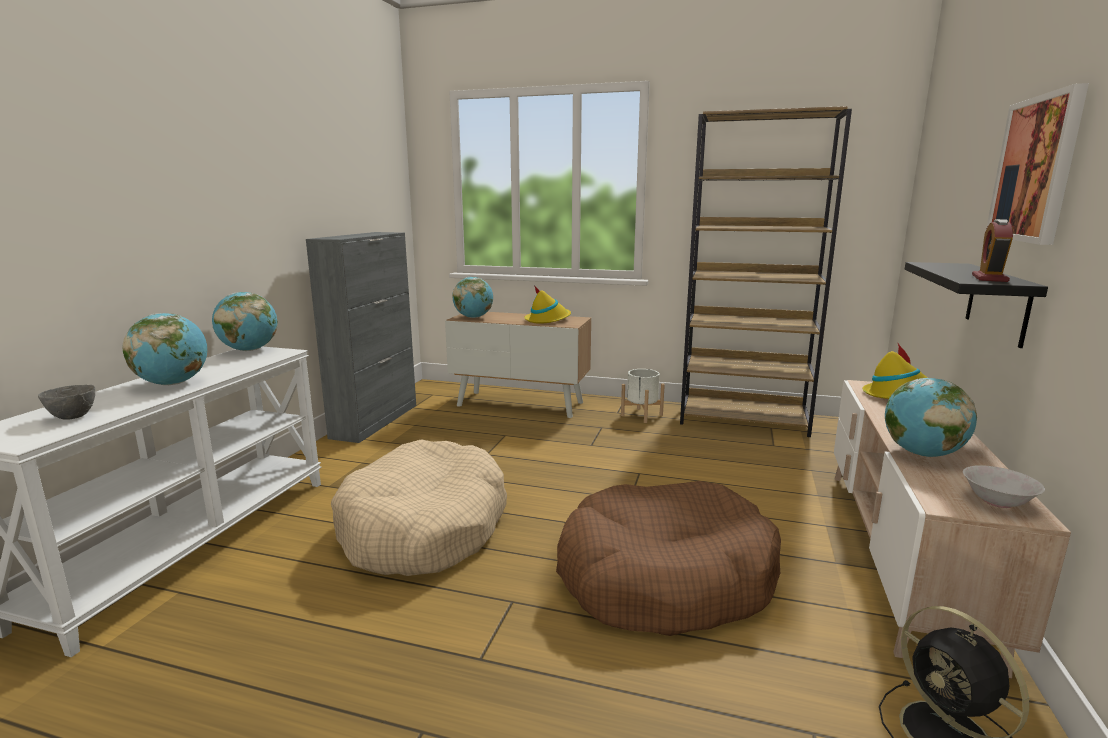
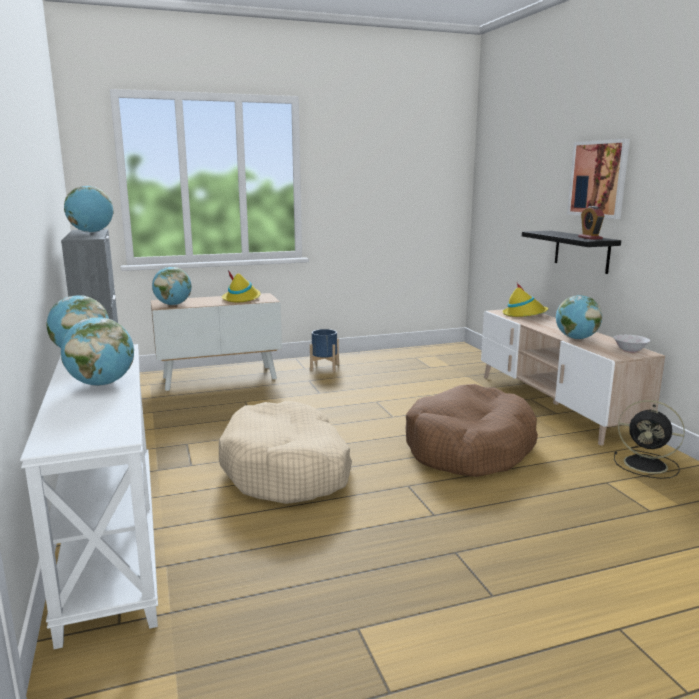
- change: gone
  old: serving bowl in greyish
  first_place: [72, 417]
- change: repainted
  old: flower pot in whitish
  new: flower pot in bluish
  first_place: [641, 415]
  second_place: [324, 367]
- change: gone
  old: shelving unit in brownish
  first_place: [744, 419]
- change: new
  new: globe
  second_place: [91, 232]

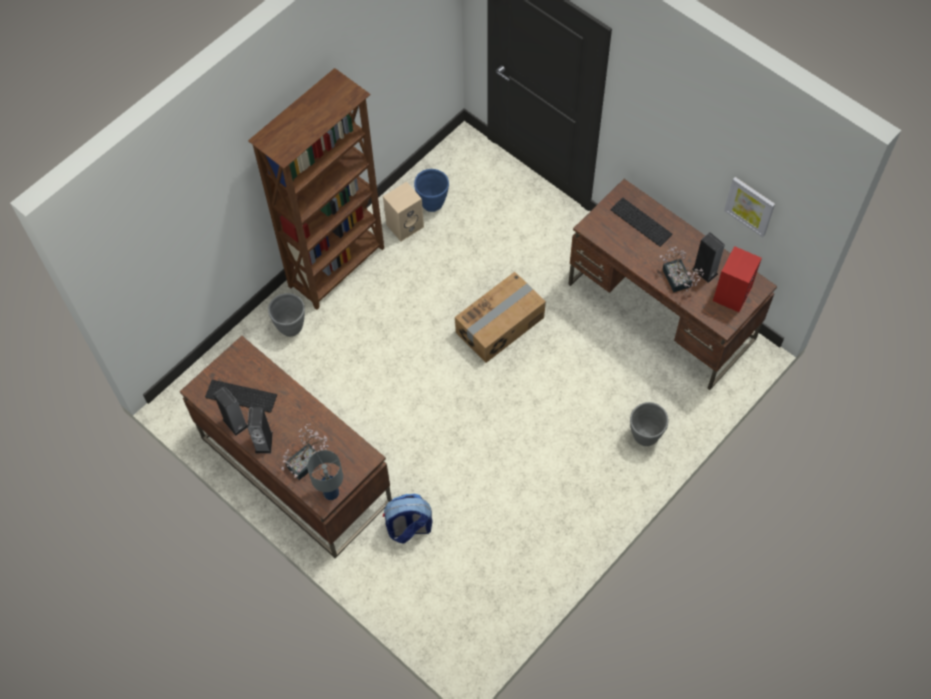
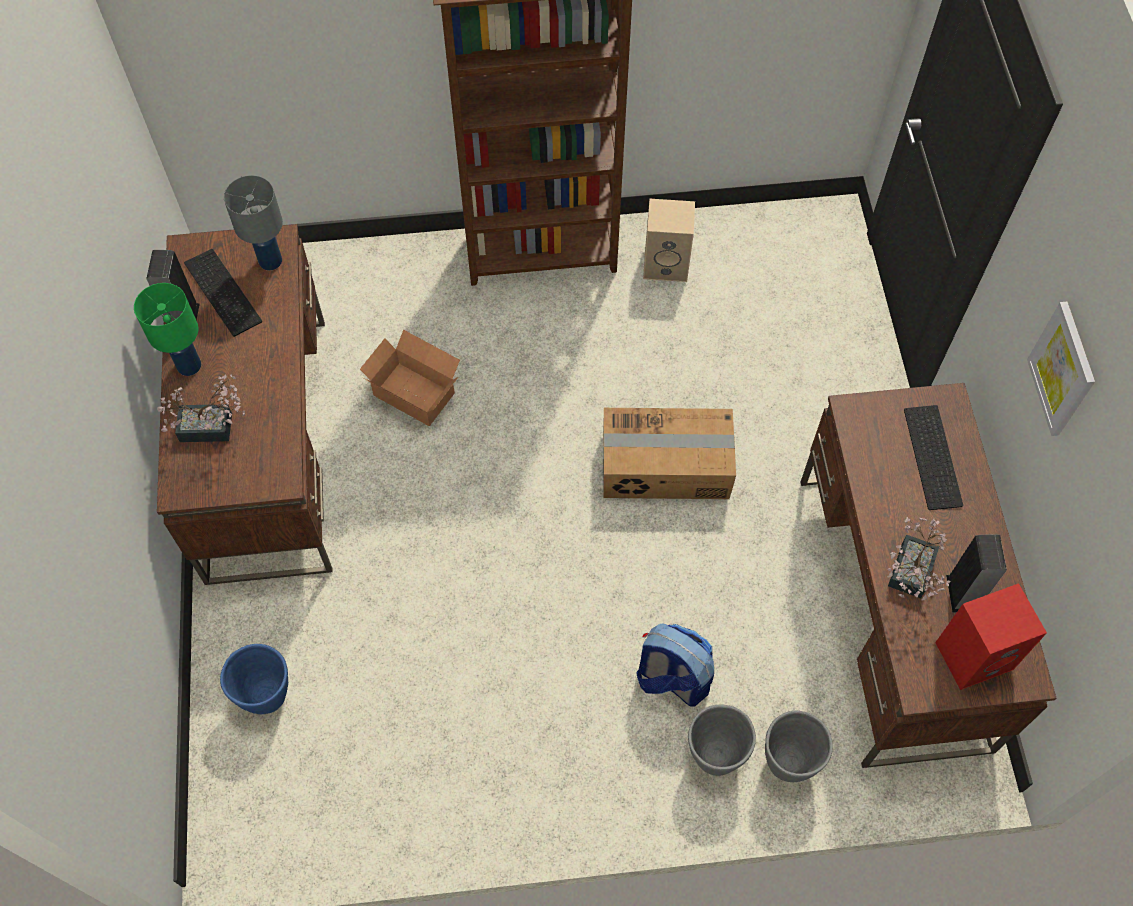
- change: swapped
  old: loudspeaker
  new: table lamp in greenish
  first_place: [264, 442]
  second_place: [190, 365]
- change: shifted
  old: flower pot in greyish
  first_place: [291, 327]
  second_place: [788, 761]
- change: shifted
  old: table lamp in greyish
  first_place: [331, 493]
  second_place: [269, 261]
- change: shifted
  old: backpack
  first_place: [409, 528]
  second_place: [671, 679]
- change: shifted
  old: flower pot in bluish
  first_place: [432, 203]
  second_place: [267, 696]
- change: shifted
  old: wall art
  first_place: [750, 206]
  second_place: [1063, 369]
- change: new
  new: carton
  second_place: [414, 391]

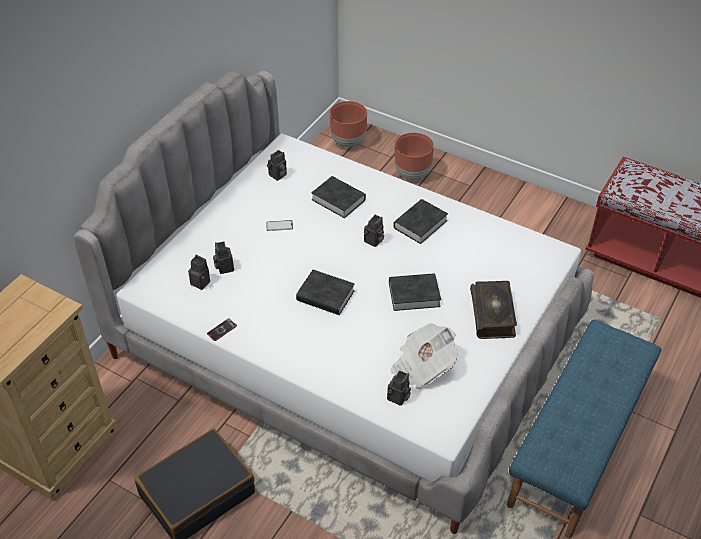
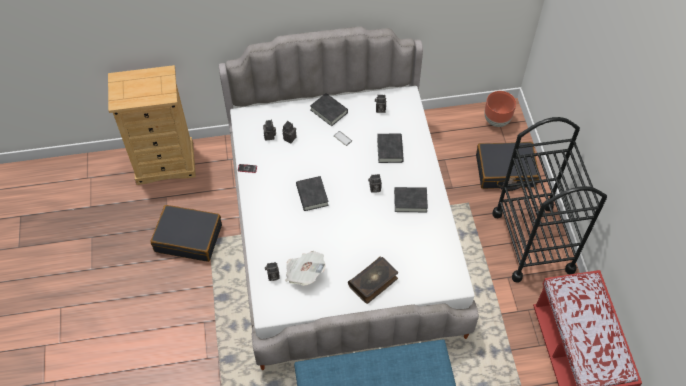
- change: shifted
  old: book in black-coloured
  first_place: [414, 295]
  second_place: [329, 111]
- change: swapped
  old: flower pot in brownish
  new: travel case in black-coloured
  first_place: [412, 174]
  second_place: [505, 171]
- change: new
  new: cart in black-coloured
  second_place: [532, 241]

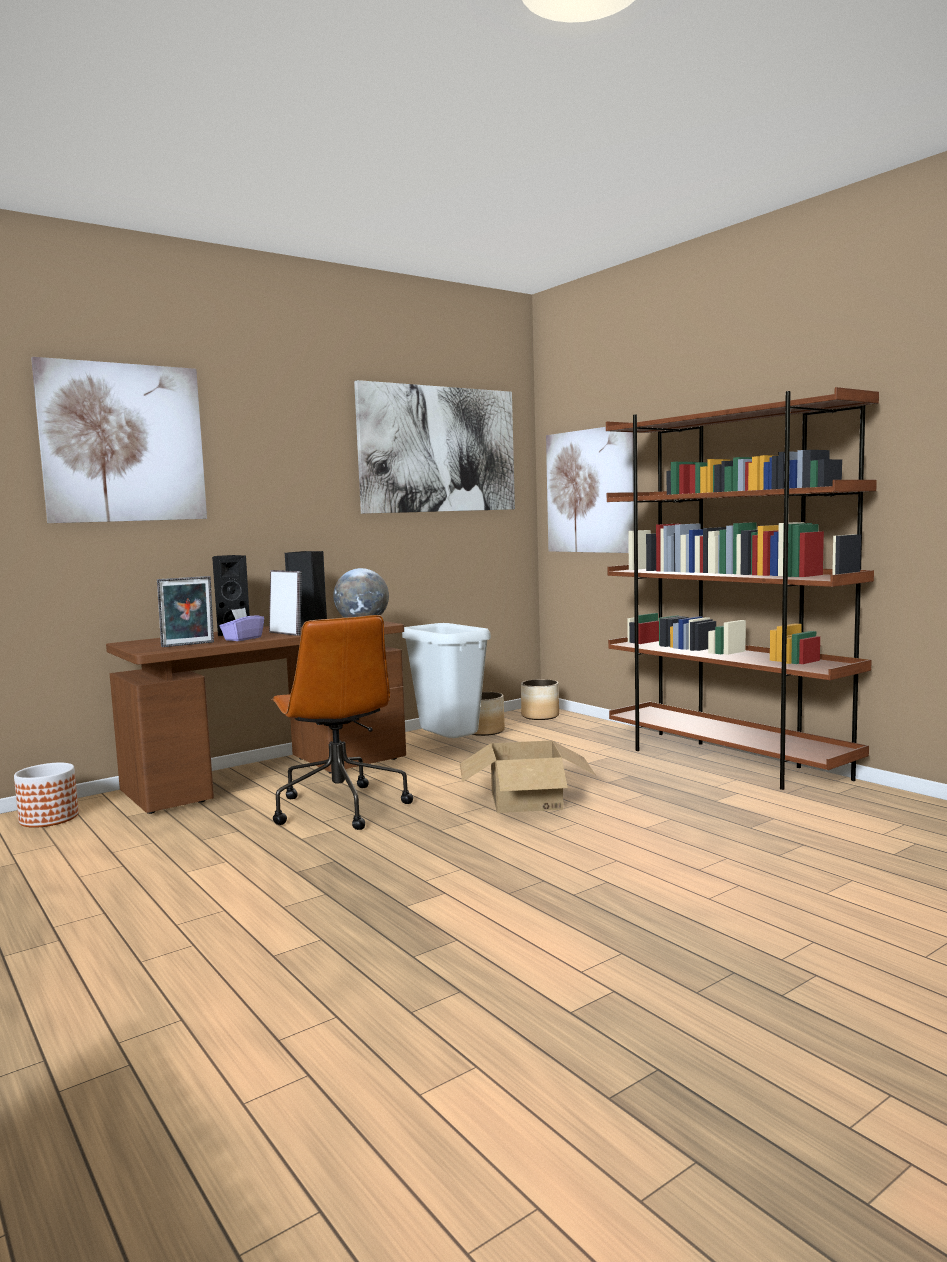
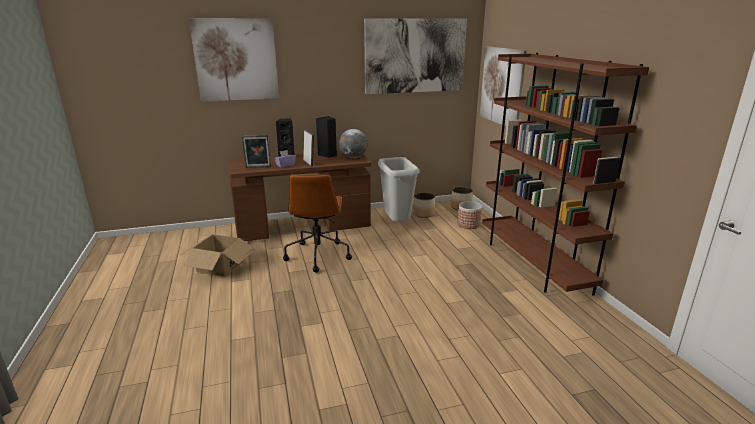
- change: shifted
  old: flower pot
  first_place: [49, 818]
  second_place: [468, 224]
- change: shifted
  old: carton
  first_place: [526, 800]
  second_place: [220, 266]

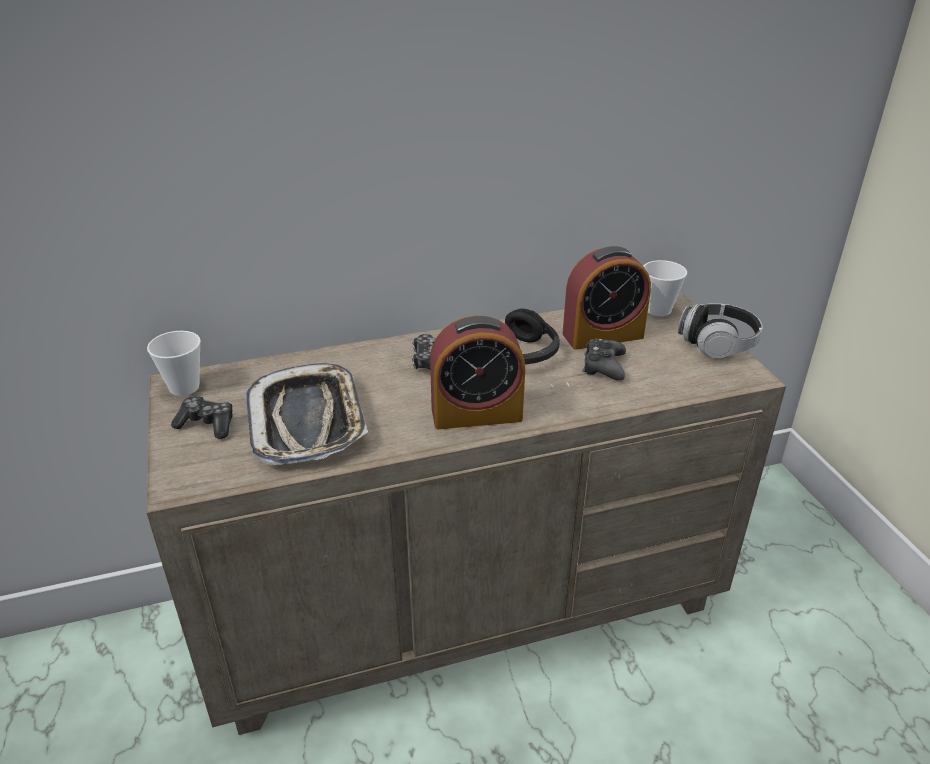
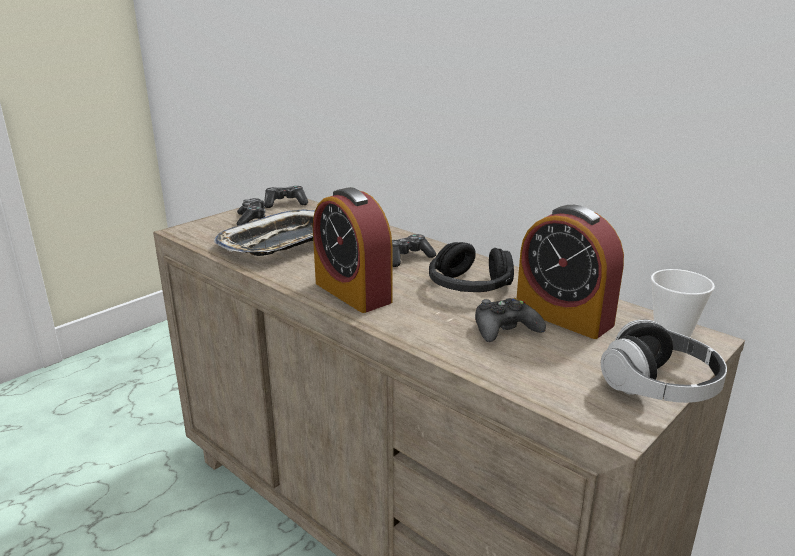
- change: swapped
  old: drinking cup
  new: game controller
  first_place: [184, 387]
  second_place: [285, 203]

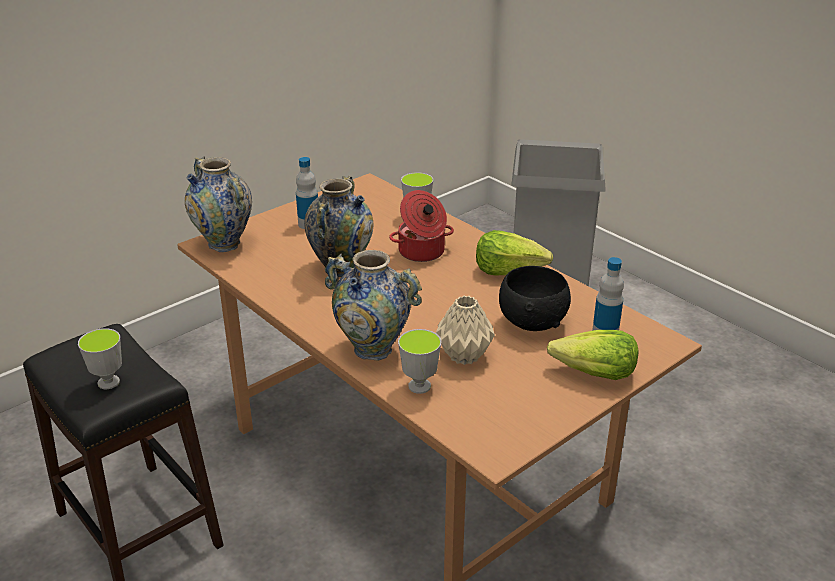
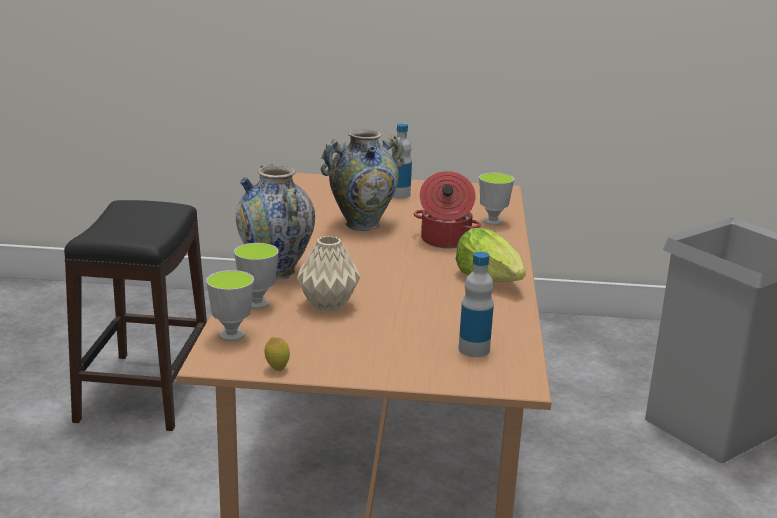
- change: shifted
  old: drinking cup
  first_place: [108, 382]
  second_place: [231, 335]
- change: gone
  old: decorative vase
  first_place: [224, 244]
- change: gone
  old: serving bowl in black-coloured
  first_place: [532, 322]
- change: gone
  old: lettuce head
  first_place: [594, 374]
- change: new
  new: whole lemon
  second_place: [277, 368]

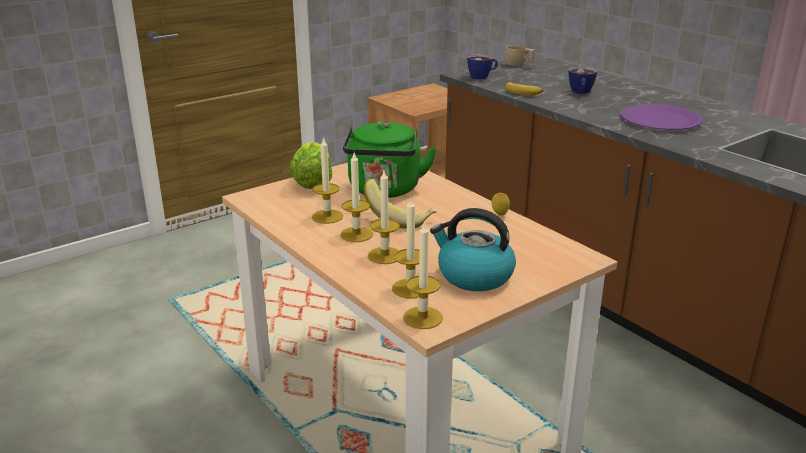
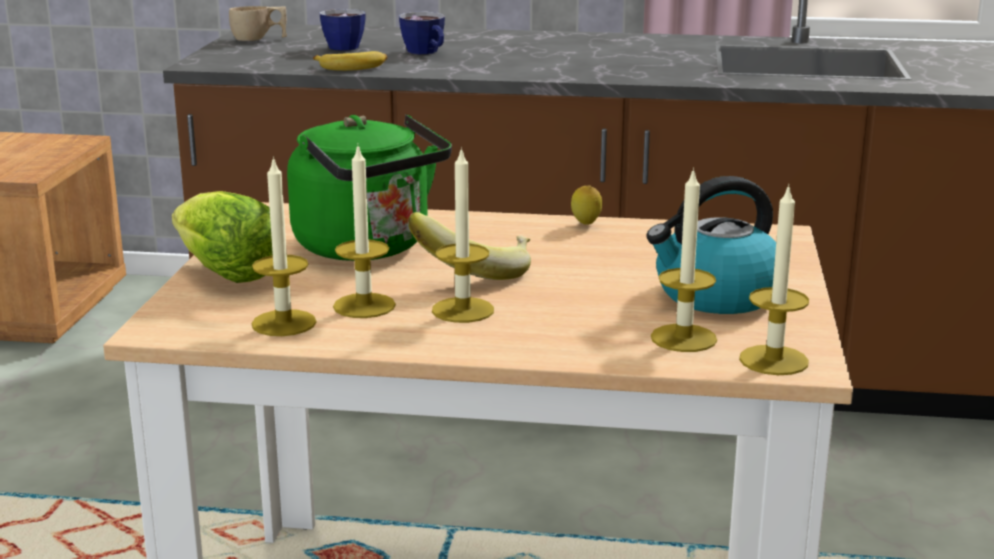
- change: shifted
  old: candle
  first_place: [385, 255]
  second_place: [284, 323]
- change: shifted
  old: drinking cup
  first_place: [482, 76]
  second_place: [347, 46]
- change: gone
  old: dinner plate in purple
  first_place: [660, 120]

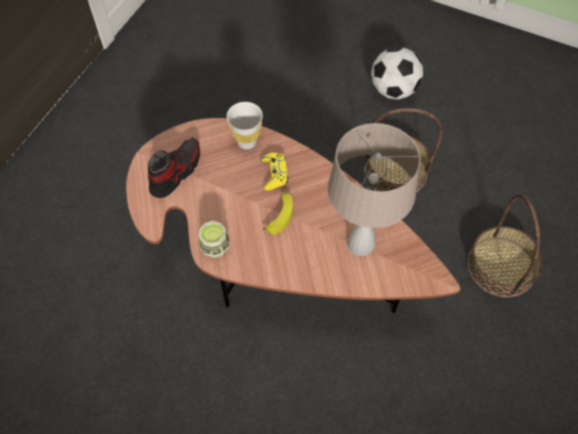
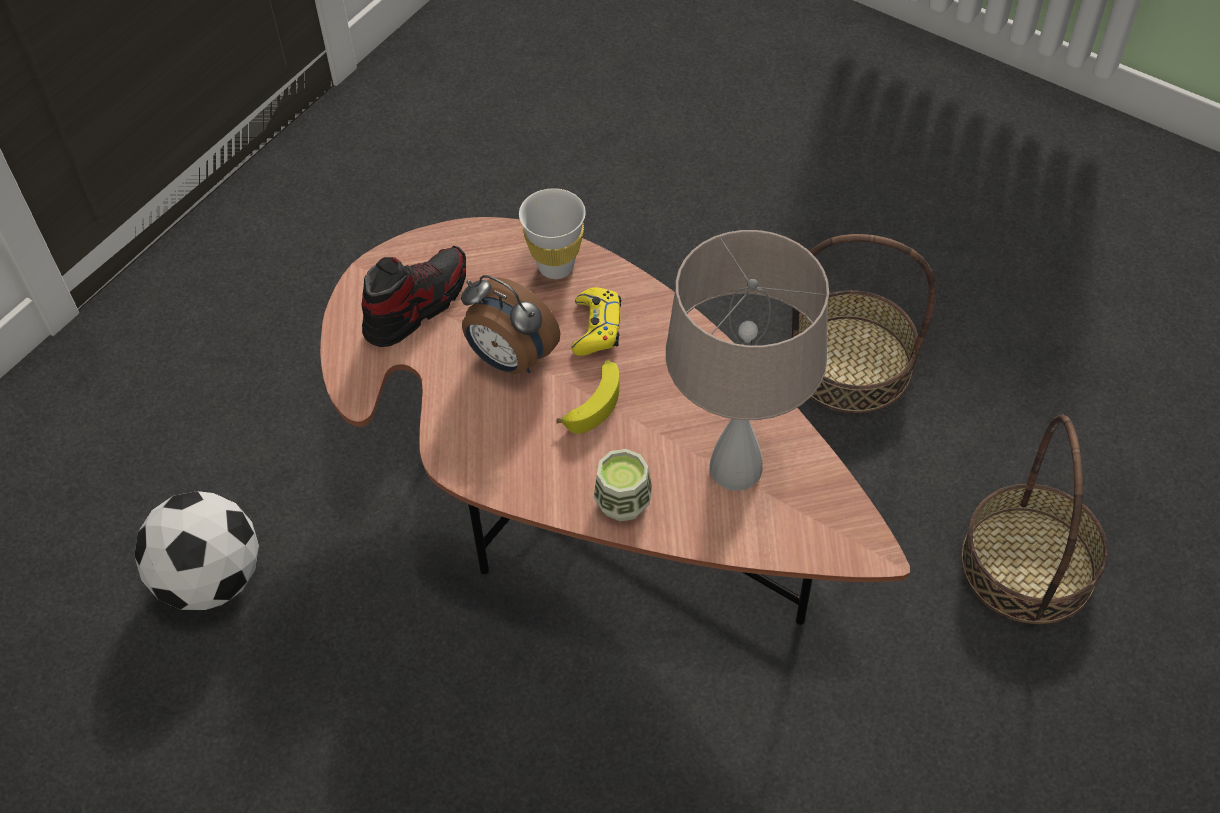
- change: shifted
  old: drinking cup
  first_place: [215, 247]
  second_place: [623, 502]
- change: shifted
  old: football ball
  first_place: [393, 90]
  second_place: [211, 579]
- change: new
  new: alarm clock
  second_place: [510, 360]

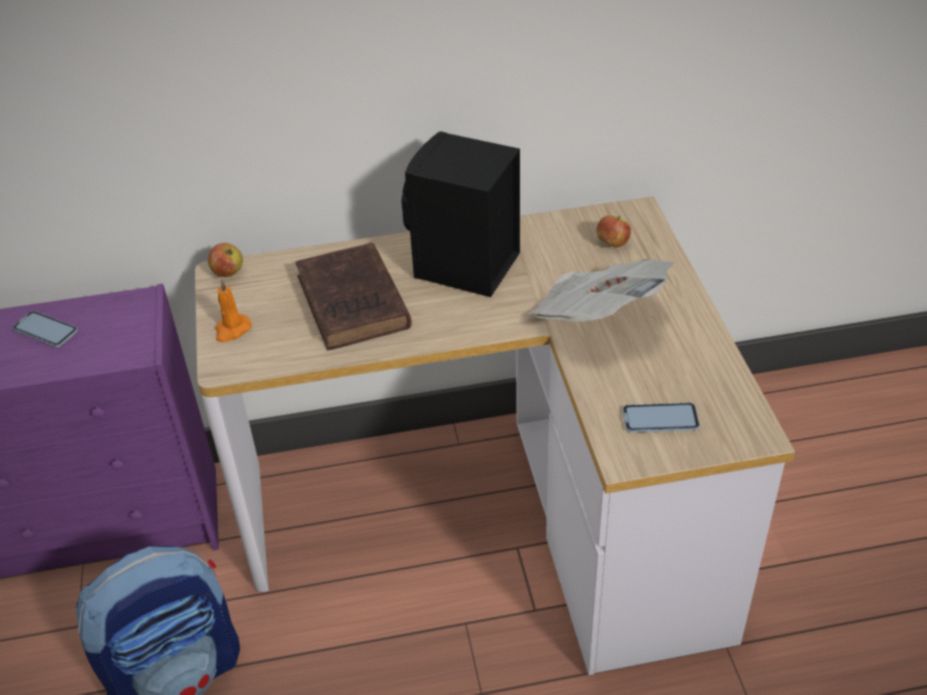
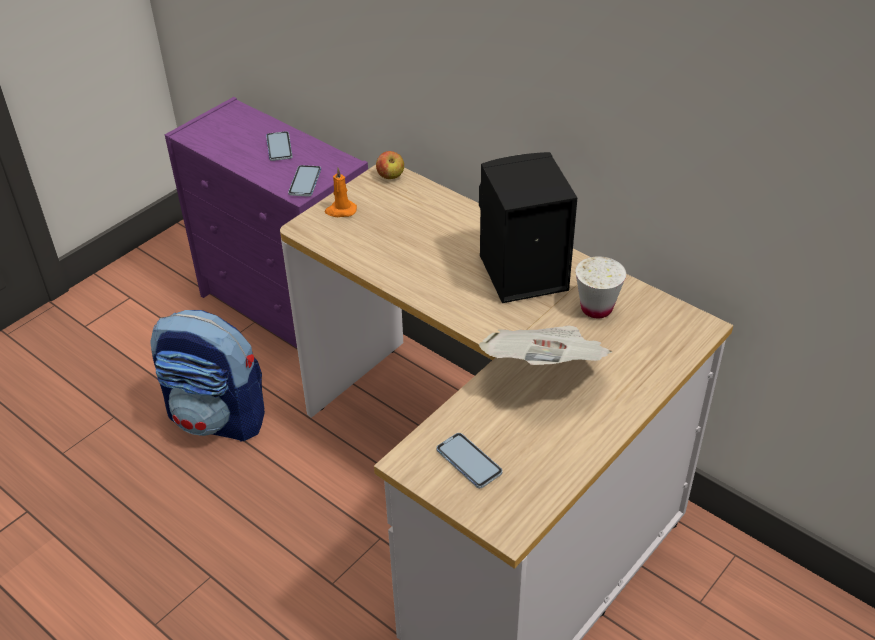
- change: gone
  old: book in brownish
  first_place: [354, 304]
- change: gone
  old: apple
  first_place: [612, 244]
- change: new
  new: handset
  second_place: [305, 182]
- change: new
  new: drinking cup in whitish
  second_place: [596, 308]

